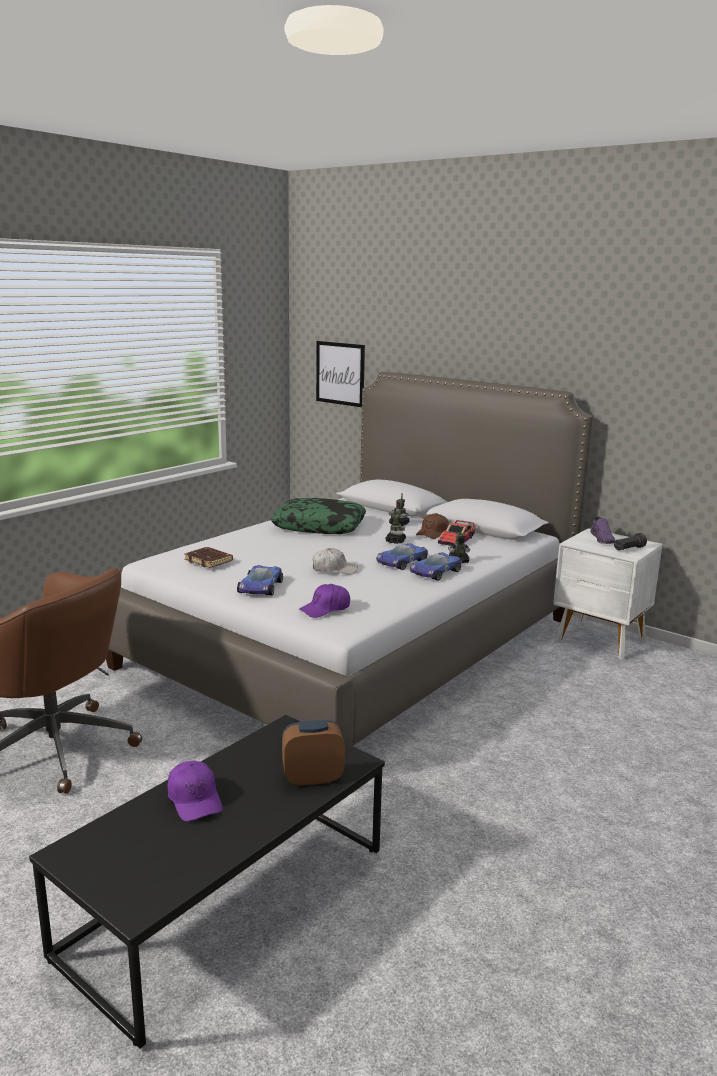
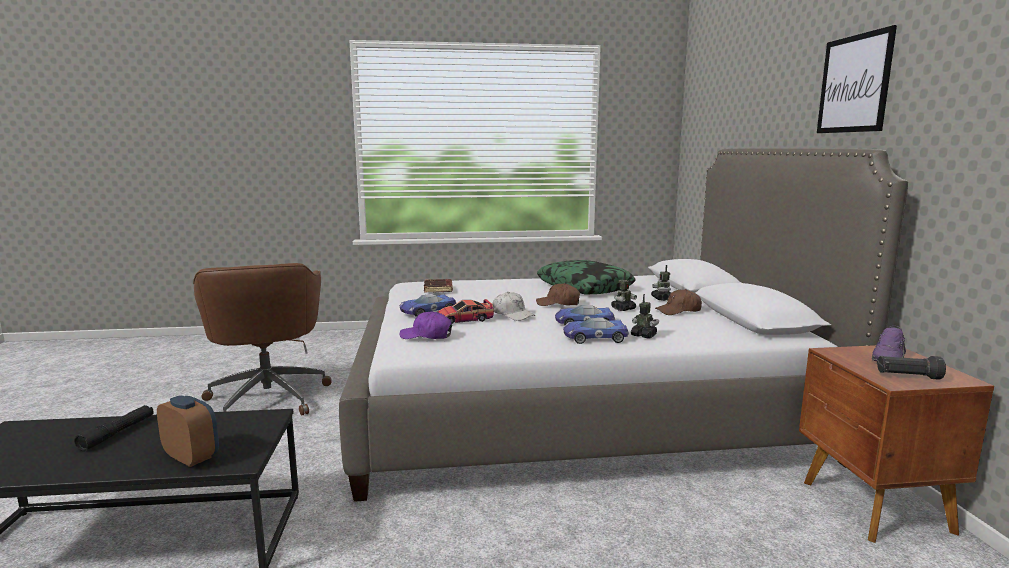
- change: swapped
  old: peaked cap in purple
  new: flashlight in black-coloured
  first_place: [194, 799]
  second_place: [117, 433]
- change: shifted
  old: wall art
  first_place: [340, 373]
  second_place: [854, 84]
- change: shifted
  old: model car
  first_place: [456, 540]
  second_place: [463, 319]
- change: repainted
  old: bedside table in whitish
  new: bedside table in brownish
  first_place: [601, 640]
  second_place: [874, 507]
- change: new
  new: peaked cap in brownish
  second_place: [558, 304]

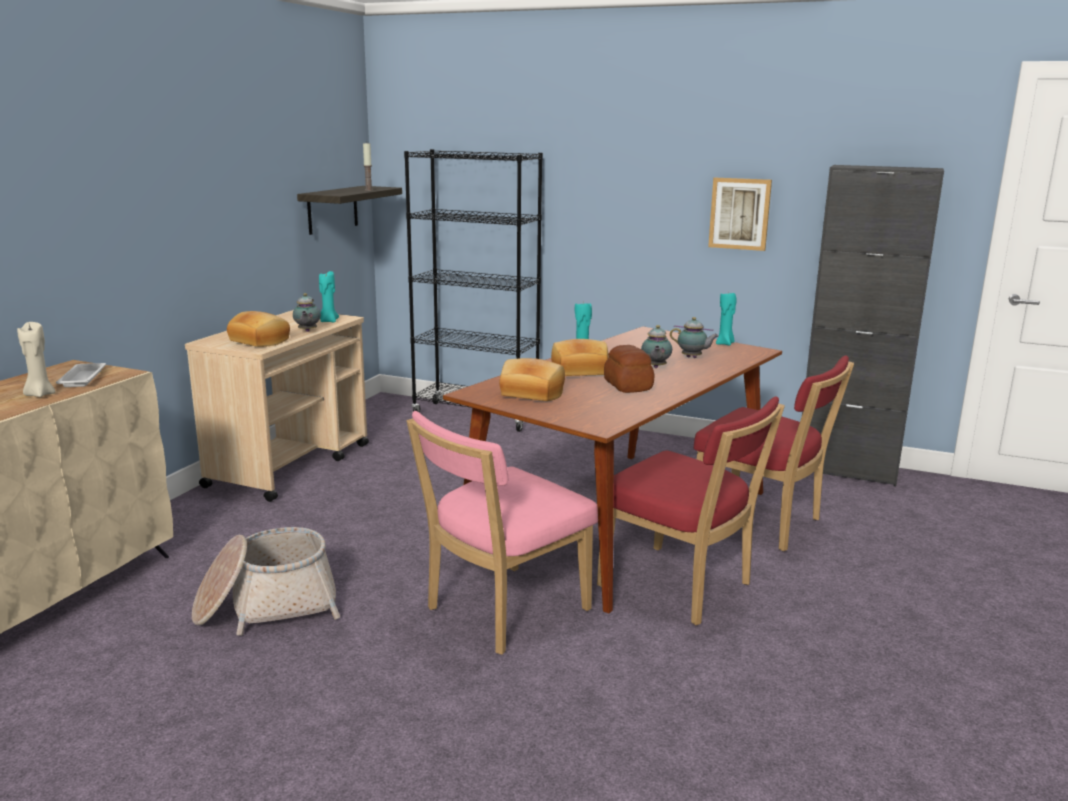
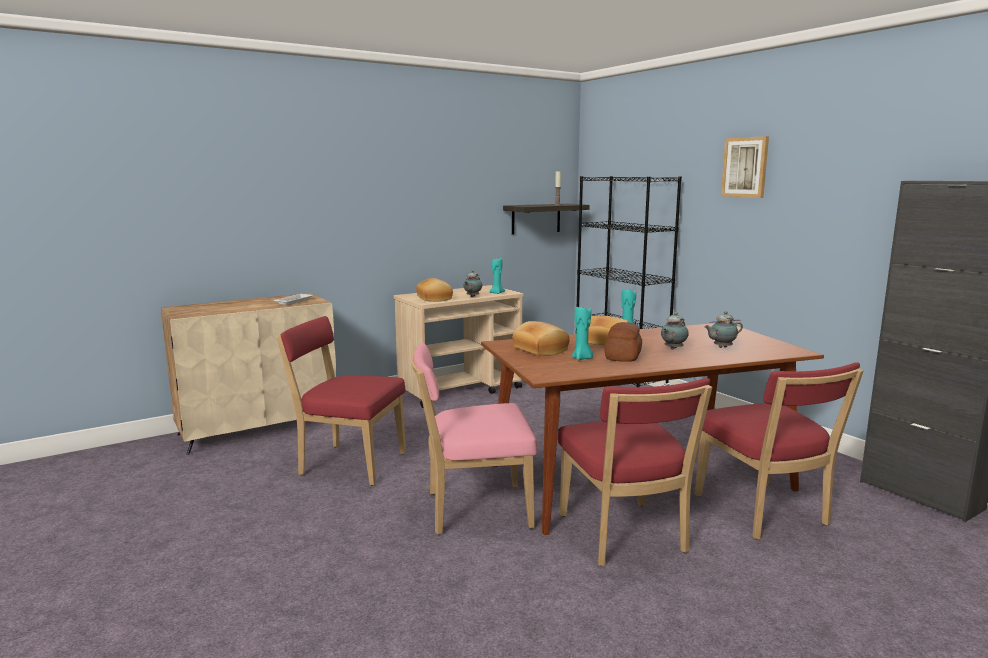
- change: gone
  old: candle in beige
  first_place: [40, 394]
- change: swapped
  old: household basket
  new: plain chair in reddish
  first_place: [267, 606]
  second_place: [348, 463]
- change: rotated
  old: pot for tea
  first_place: [692, 358]
  second_place: [721, 347]
  degrees: 105
- change: shifted
  old: wall art
  first_place: [739, 213]
  second_place: [745, 167]
- change: shifted
  old: candle in turquoise-coloured
  first_place: [725, 344]
  second_place: [582, 358]

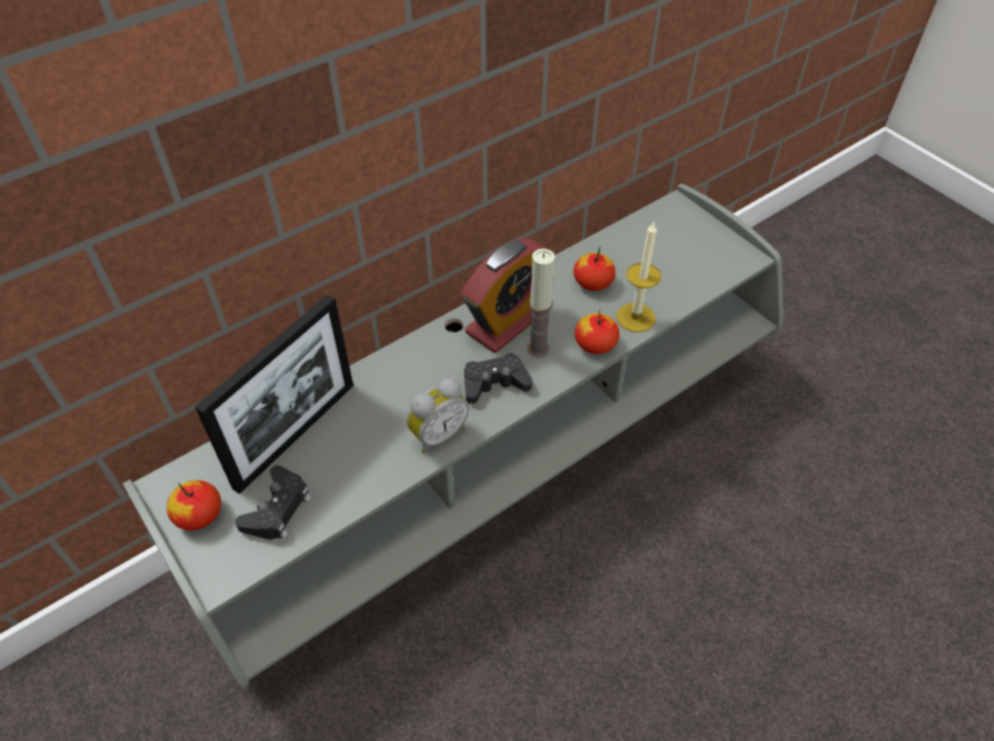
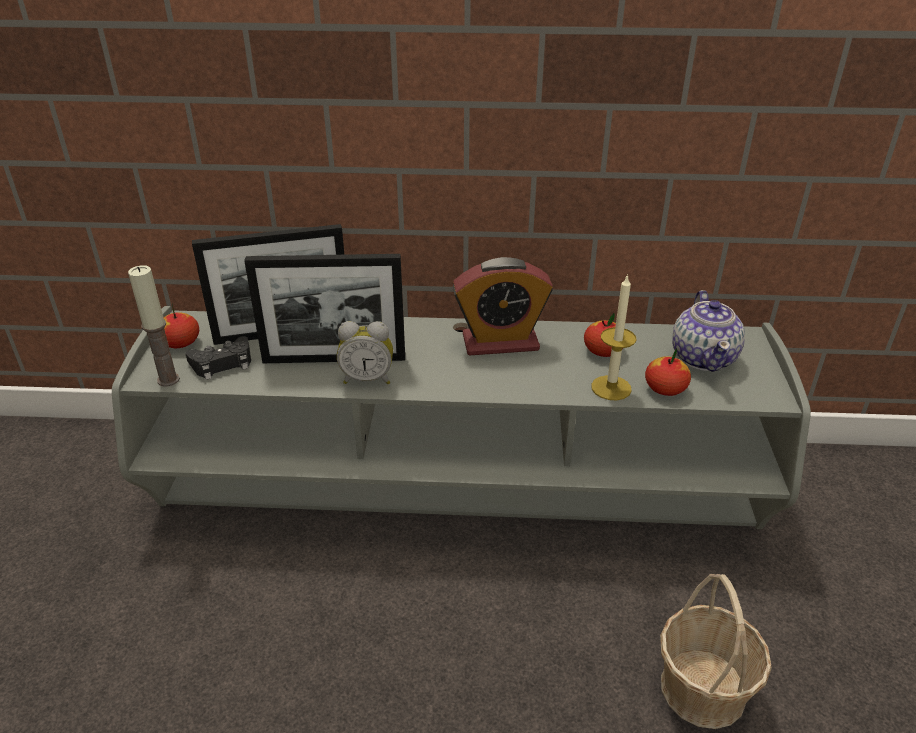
- change: gone
  old: game controller in black-coloured
  first_place: [494, 383]
- change: shifted
  old: candle
  first_place: [538, 349]
  second_place: [168, 380]
- change: shifted
  old: apple
  first_place: [595, 344]
  second_place: [665, 389]
- change: new
  new: standing frame
  second_place: [334, 359]
- change: new
  new: household basket
  second_place: [703, 688]
- change: new
  new: pot for tea
  second_place: [704, 357]

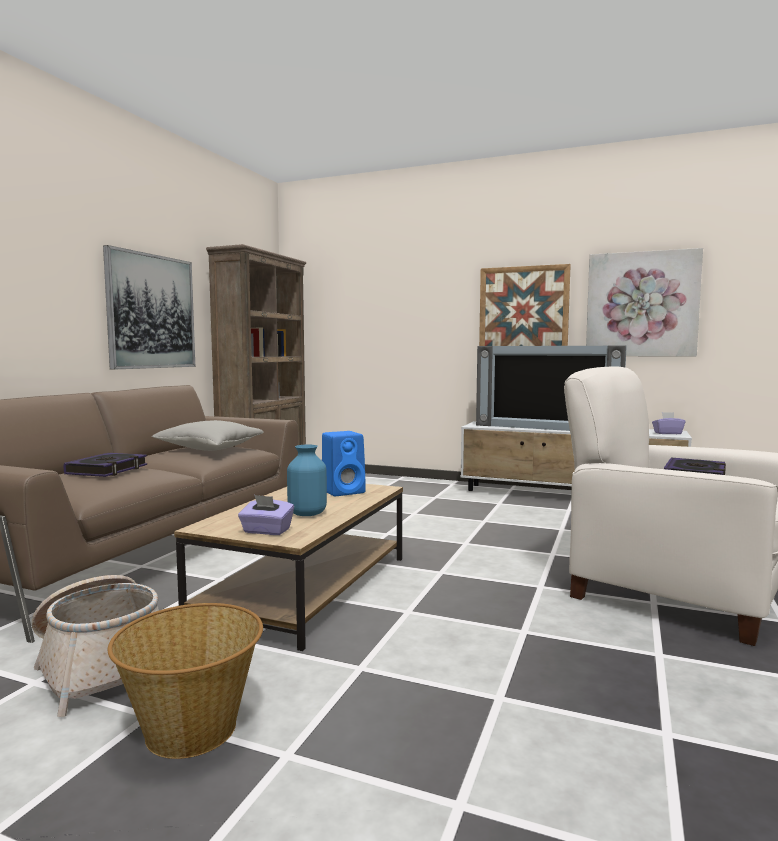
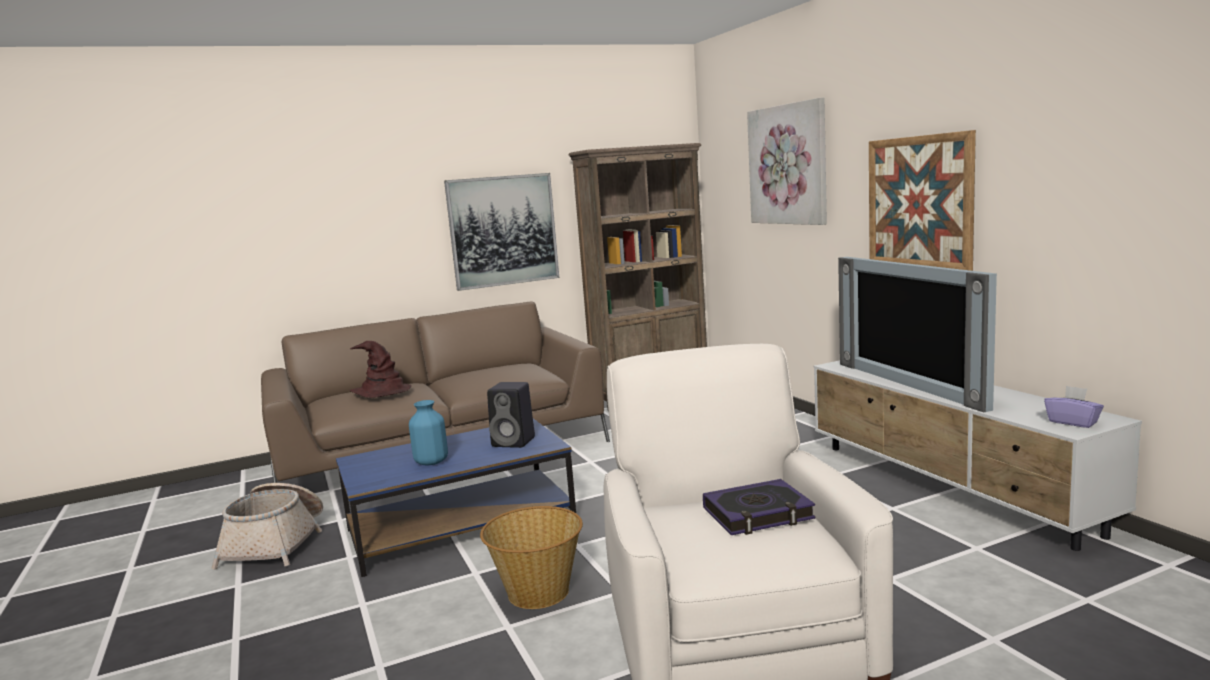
- change: swapped
  old: book
  new: clothing hat in brownish
  first_place: [107, 470]
  second_place: [381, 392]
- change: shifted
  old: household basket
  first_place: [192, 730]
  second_place: [538, 593]
- change: gone
  old: throw pillow in greyish
  first_place: [210, 449]
- change: repainted
  old: coffee table in brownish
  new: coffee table in bluish
  first_place: [306, 587]
  second_place: [462, 524]
- change: gone
  old: tissue box in purple
  first_place: [266, 531]
- change: repainted
  old: loudspeaker in bluish
  new: loudspeaker in black-coloured
  first_place: [344, 491]
  second_place: [515, 442]
- change: shifted
  old: wall art
  first_place: [641, 304]
  second_place: [787, 165]

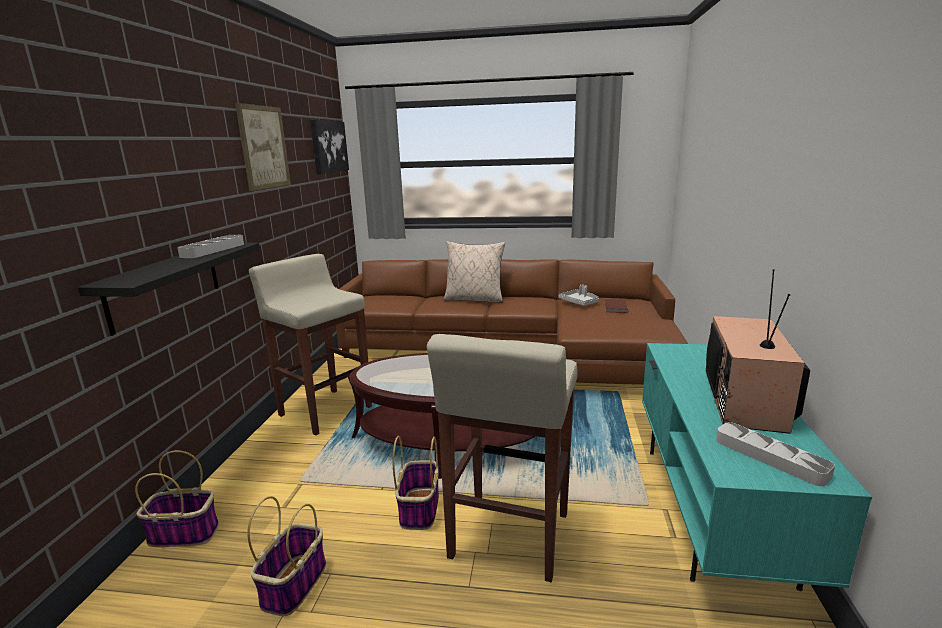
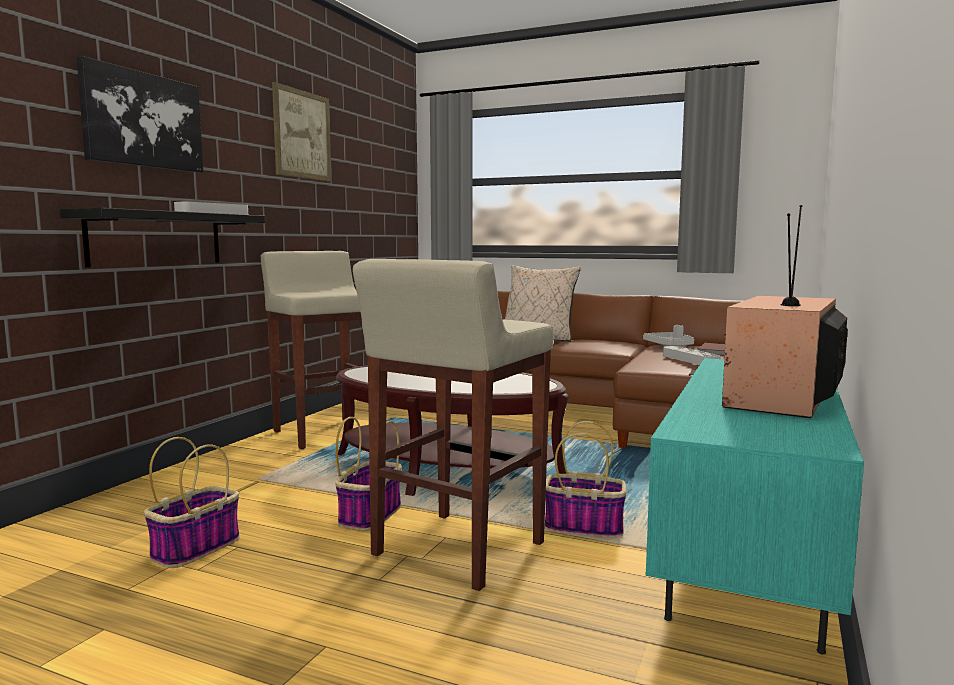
- change: shifted
  old: household basket
  first_place: [185, 533]
  second_place: [585, 527]
- change: shifted
  old: wall art
  first_place: [329, 146]
  second_place: [143, 120]
- change: shifted
  old: tray in greyish
  first_place: [770, 457]
  second_place: [690, 360]

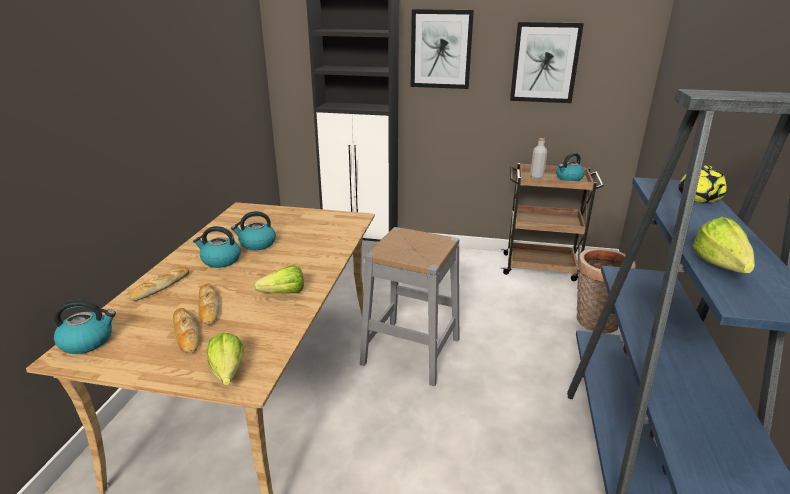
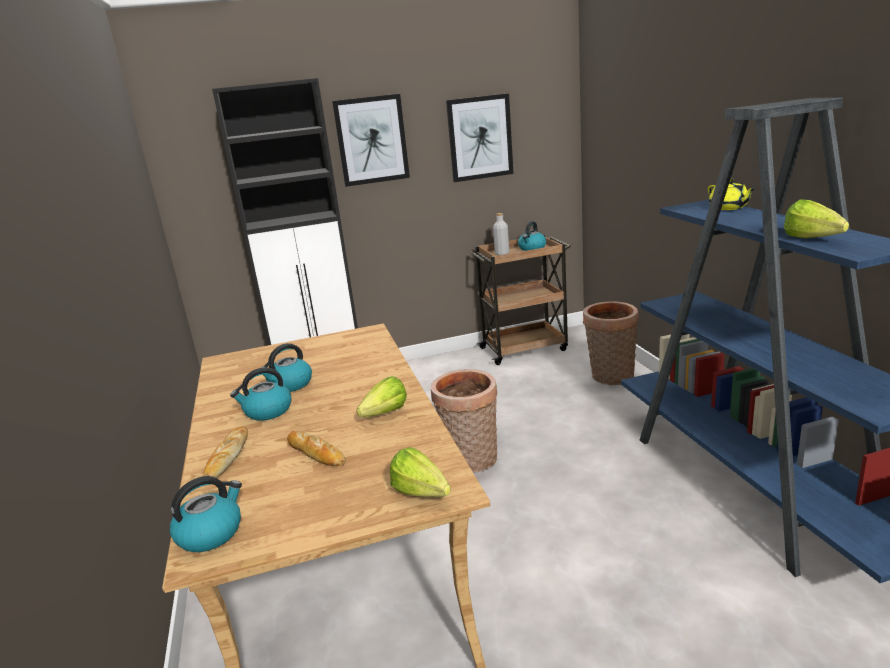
- change: gone
  old: bread
  first_place: [185, 334]
- change: swapped
  old: sitting stool in greyish
  new: household basket
  first_place: [411, 351]
  second_place: [470, 461]

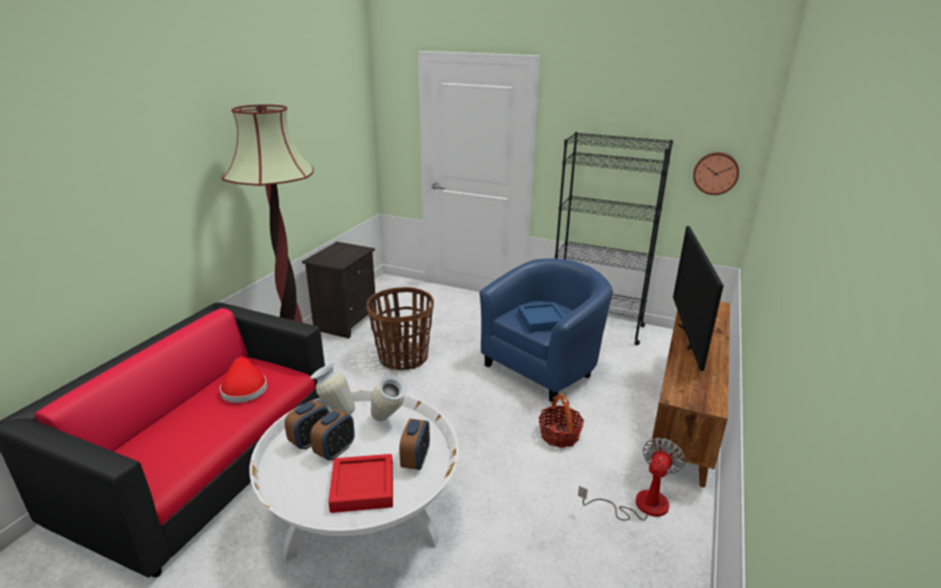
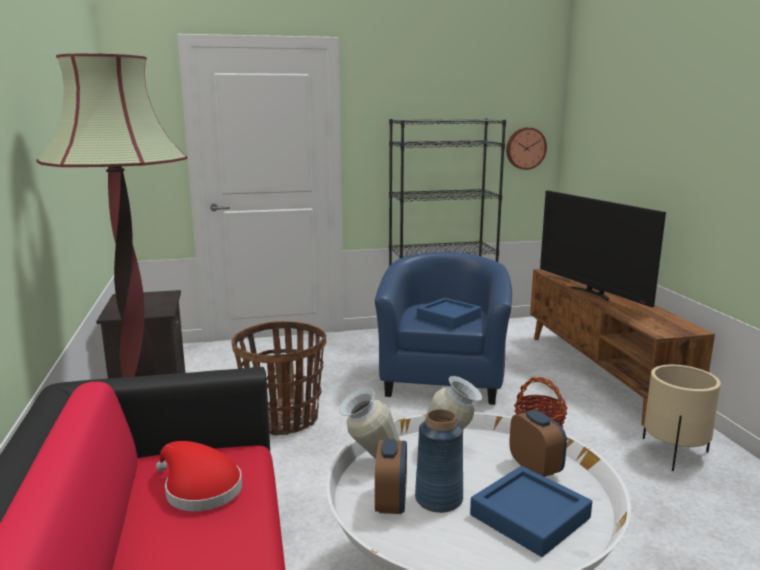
- change: swapped
  old: alarm clock
  new: decorative vase in bluish
  first_place: [335, 451]
  second_place: [438, 499]
- change: repainted
  old: tray in reddish
  new: tray in bluish
  first_place: [362, 487]
  second_place: [530, 516]
- change: swapped
  old: electric fan
  new: flower pot in beige
  first_place: [639, 505]
  second_place: [674, 453]

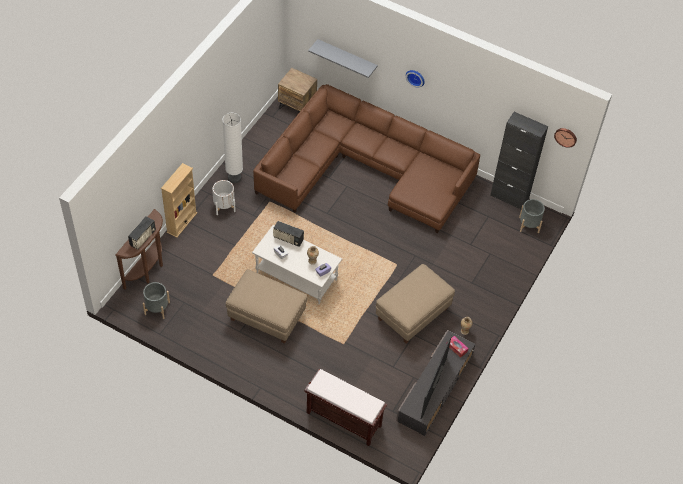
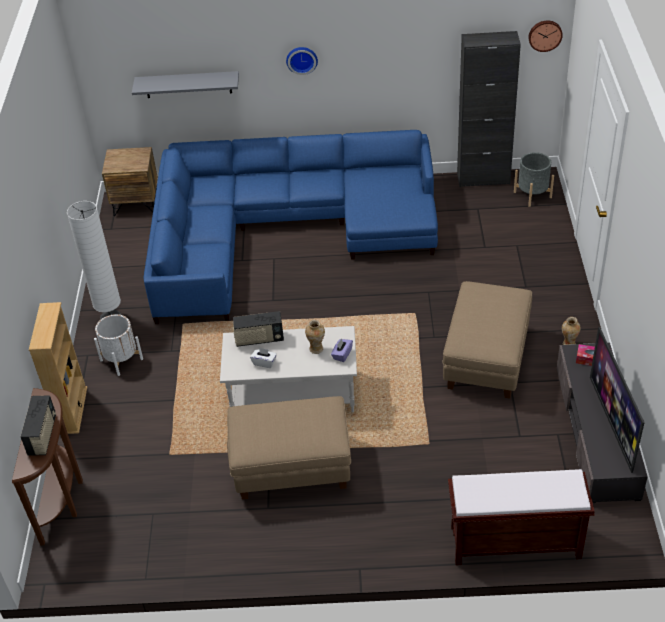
- change: gone
  old: flower pot in greyish
  first_place: [157, 308]
- change: repainted
  old: couch in brownish
  new: couch in bluish
  first_place: [365, 170]
  second_place: [283, 230]

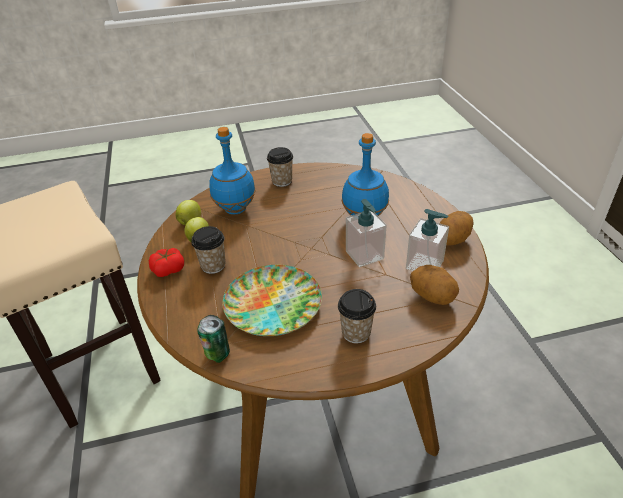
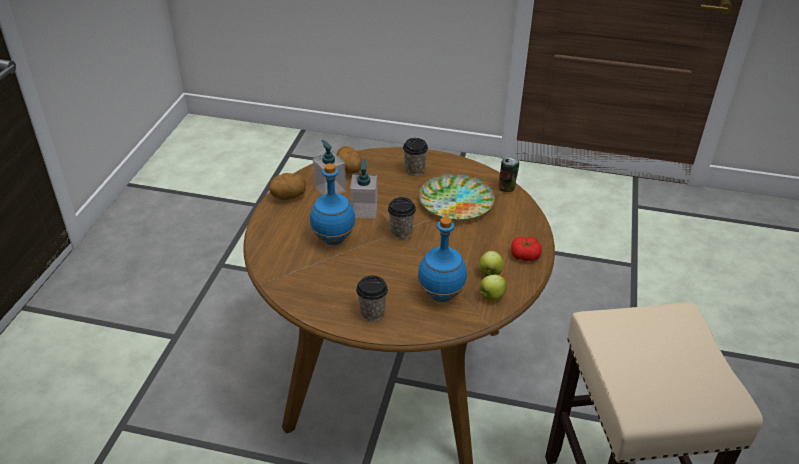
- change: shifted
  old: drinking cup
  first_place: [213, 266]
  second_place: [401, 232]

